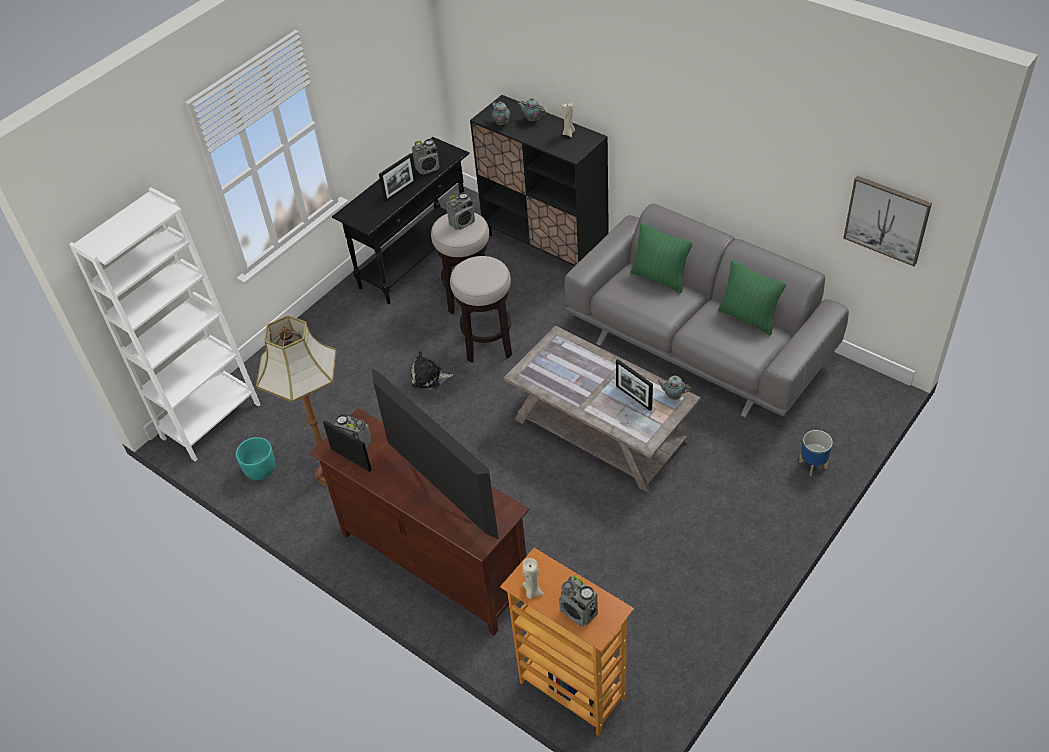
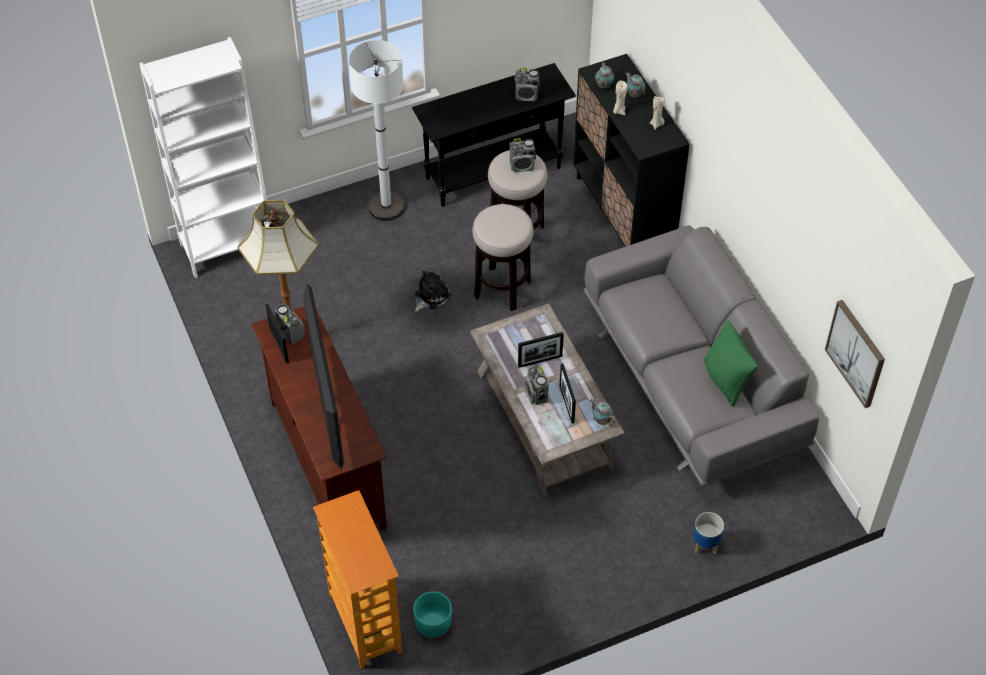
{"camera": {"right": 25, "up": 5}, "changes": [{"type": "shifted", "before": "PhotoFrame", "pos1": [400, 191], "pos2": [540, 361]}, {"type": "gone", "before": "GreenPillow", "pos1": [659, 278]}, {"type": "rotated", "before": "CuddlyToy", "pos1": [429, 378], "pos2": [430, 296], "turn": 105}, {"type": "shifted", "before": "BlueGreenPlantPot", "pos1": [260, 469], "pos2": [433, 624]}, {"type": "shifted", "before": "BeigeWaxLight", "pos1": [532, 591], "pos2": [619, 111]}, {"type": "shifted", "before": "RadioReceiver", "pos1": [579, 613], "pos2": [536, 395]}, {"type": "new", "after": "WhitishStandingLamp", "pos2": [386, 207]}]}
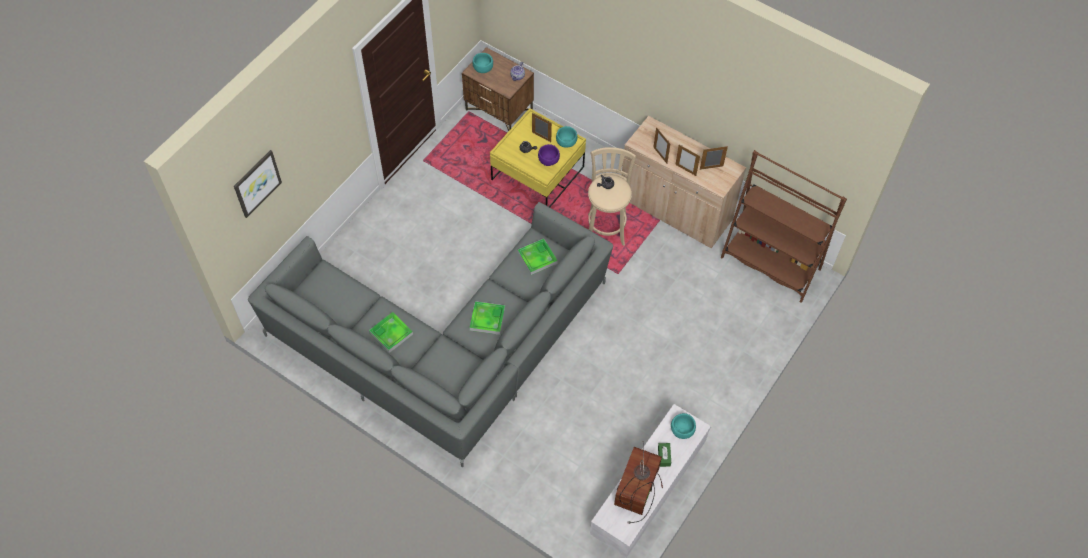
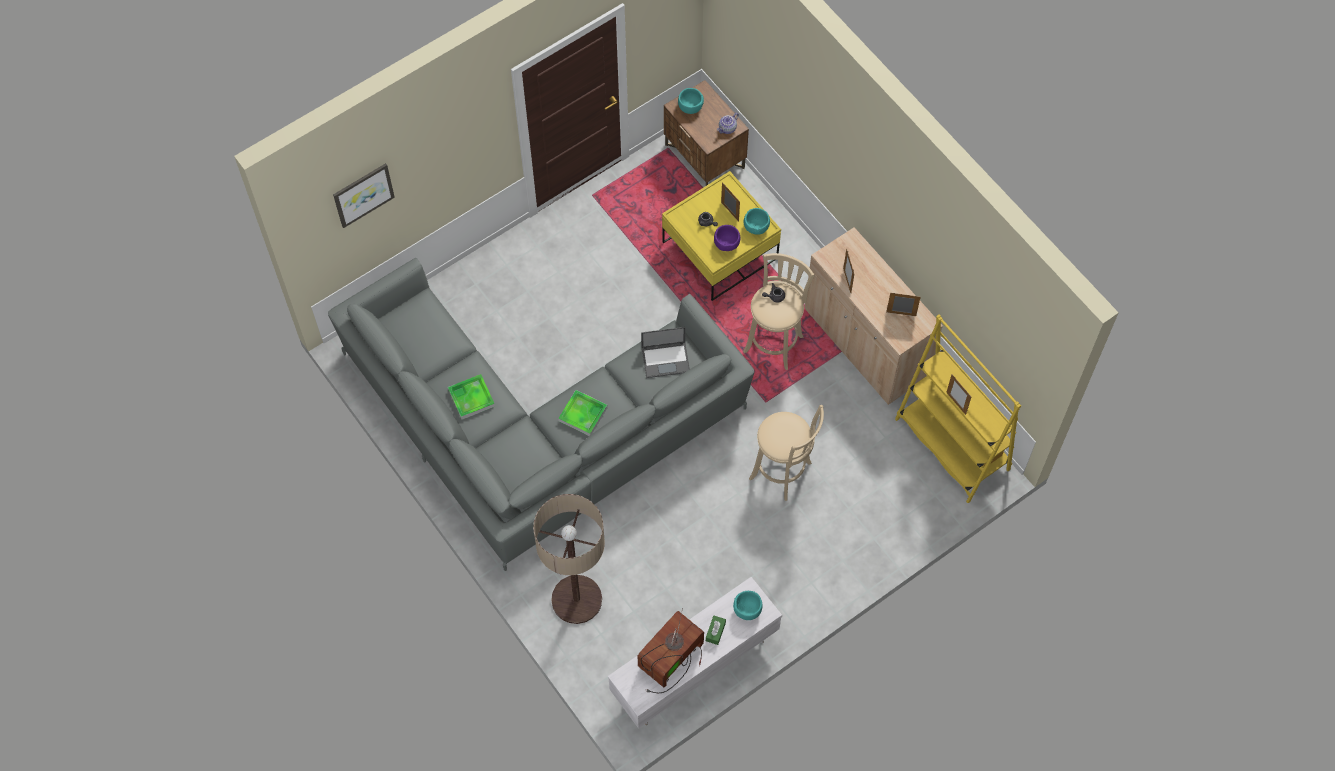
{"camera": {"right": 20, "up": 5}, "changes": [{"type": "shifted", "before": "PhotoFrame", "pos1": [685, 170], "pos2": [956, 403]}, {"type": "repainted", "before": "BrownColouredBookcase", "after": "YellowColouredBookcase", "pos1": [770, 263], "pos2": [952, 444]}, {"type": "swapped", "before": "ServingTray", "after": "NotebookComputer", "pos1": [537, 258], "pos2": [666, 359]}, {"type": "new", "after": "BeigeSittingStool", "pos2": [783, 473]}, {"type": "new", "after": "StandingLamp", "pos2": [577, 599]}]}
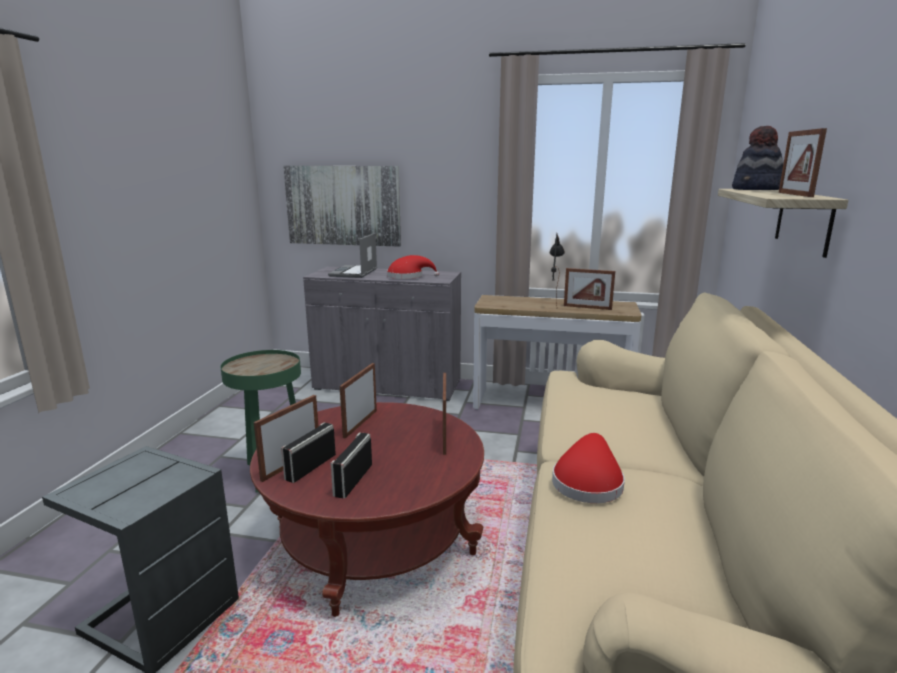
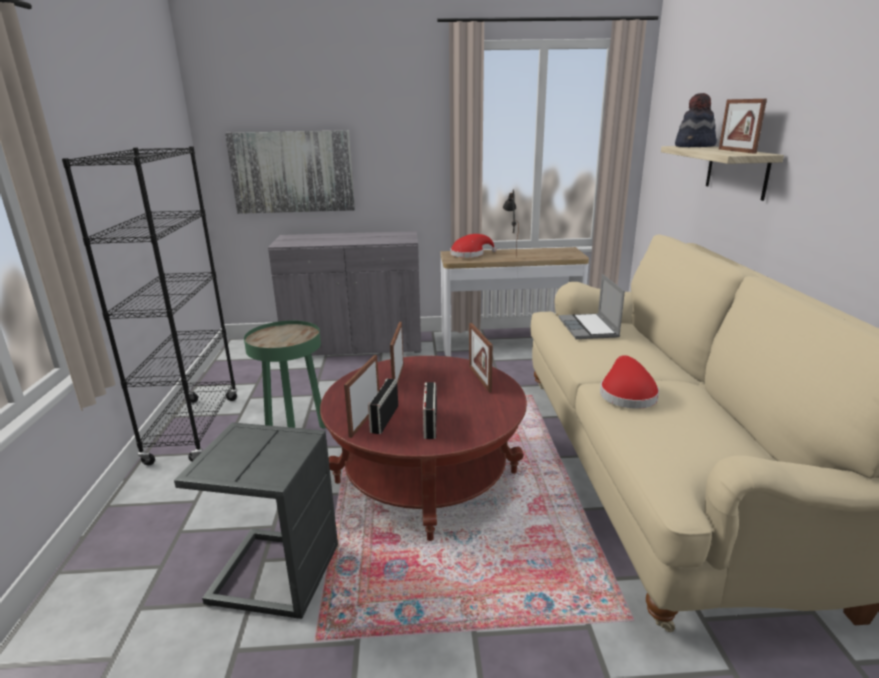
{"camera": {"right": -15, "up": 5}, "changes": [{"type": "shifted", "before": "NotebookComputer", "pos1": [354, 273], "pos2": [589, 328]}, {"type": "shifted", "before": "ReddishWearableHat", "pos1": [408, 277], "pos2": [470, 254]}, {"type": "gone", "before": "PhotoFrame", "pos1": [587, 307]}, {"type": "new", "after": "BlackBookcase", "pos2": [194, 429]}]}
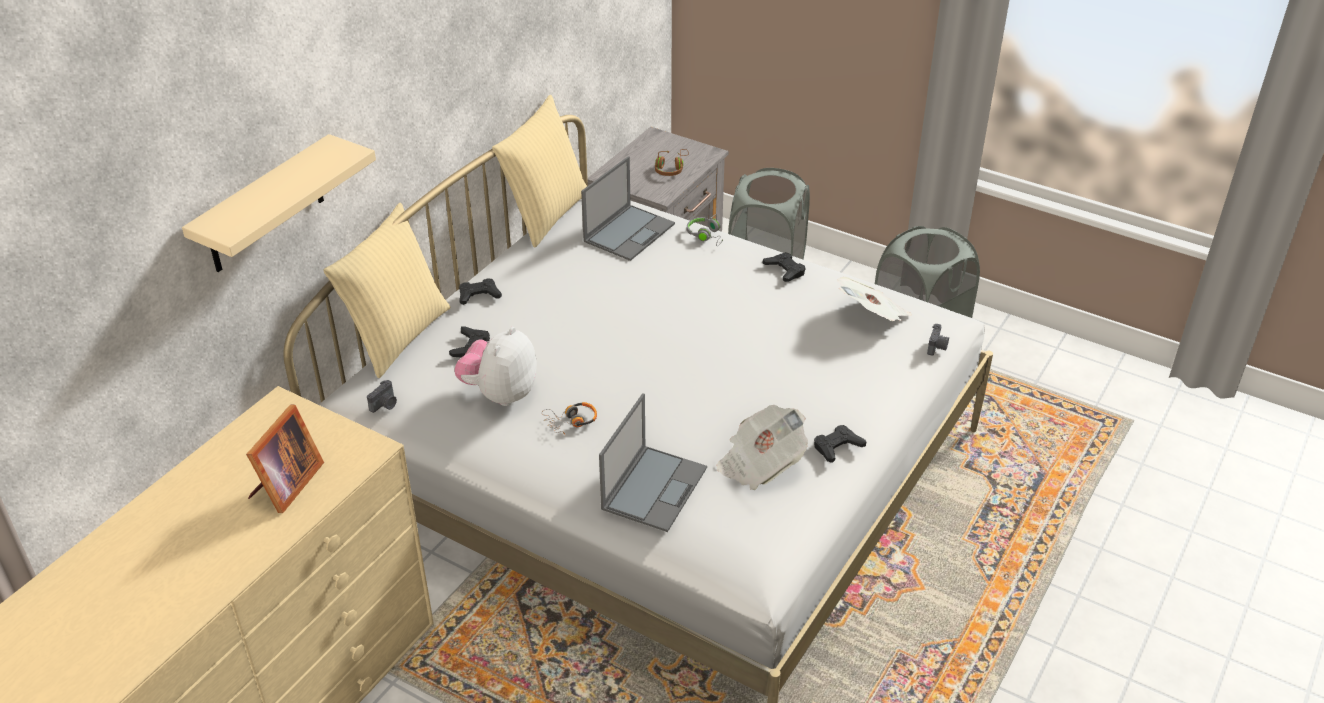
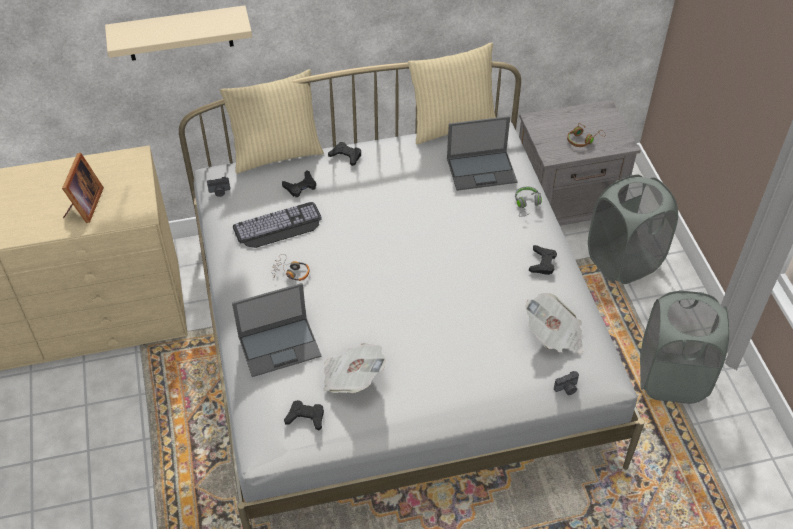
{"camera": {"right": 45, "up": 10}, "changes": [{"type": "swapped", "before": "CuddlyToy", "after": "PcKeyboard", "pos1": [500, 394], "pos2": [278, 227]}, {"type": "rotated", "before": "PhotoFrame", "pos1": [285, 486], "pos2": [84, 206], "turn": -60}, {"type": "shifted", "before": "BlackGamepad", "pos1": [837, 447], "pos2": [305, 417]}]}
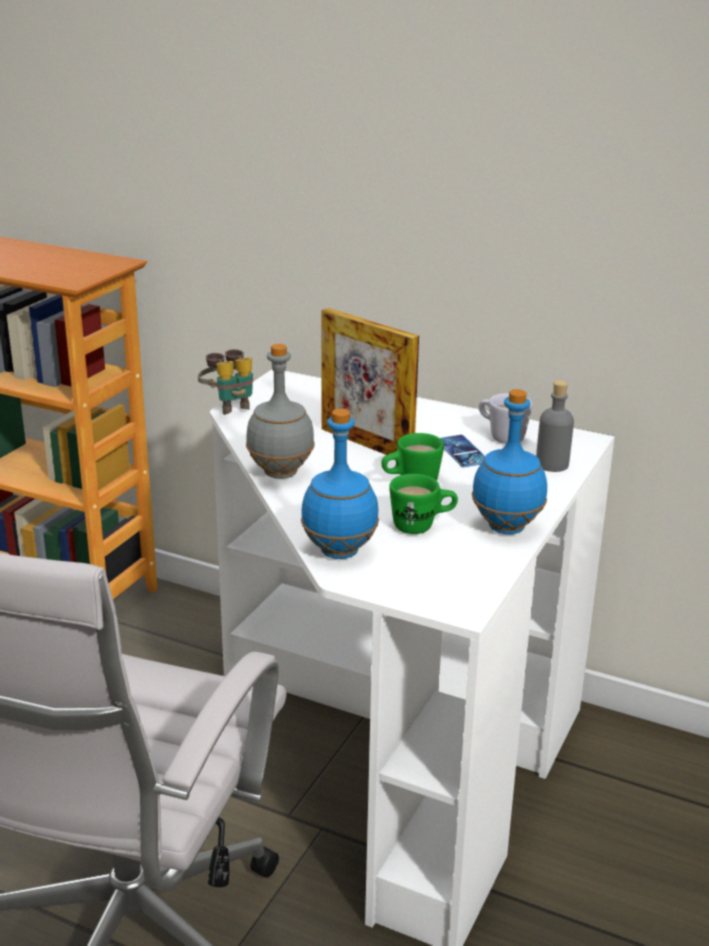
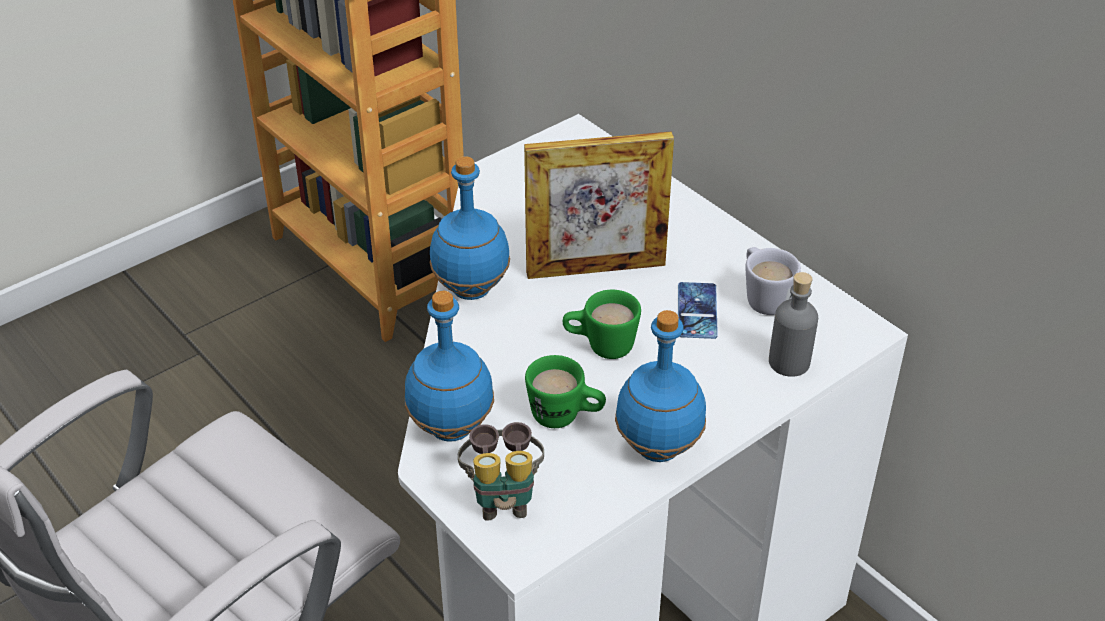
{"camera": {"right": 25, "up": 15}, "changes": [{"type": "rotated", "before": "PhotoFrame", "pos1": [366, 444], "pos2": [595, 268], "turn": -75}, {"type": "repainted", "before": "GreyishDrinkBottle", "after": "BluishDrinkBottle", "pos1": [281, 472], "pos2": [472, 289]}, {"type": "shifted", "before": "PairOfBinoculars", "pos1": [229, 406], "pos2": [503, 497]}]}
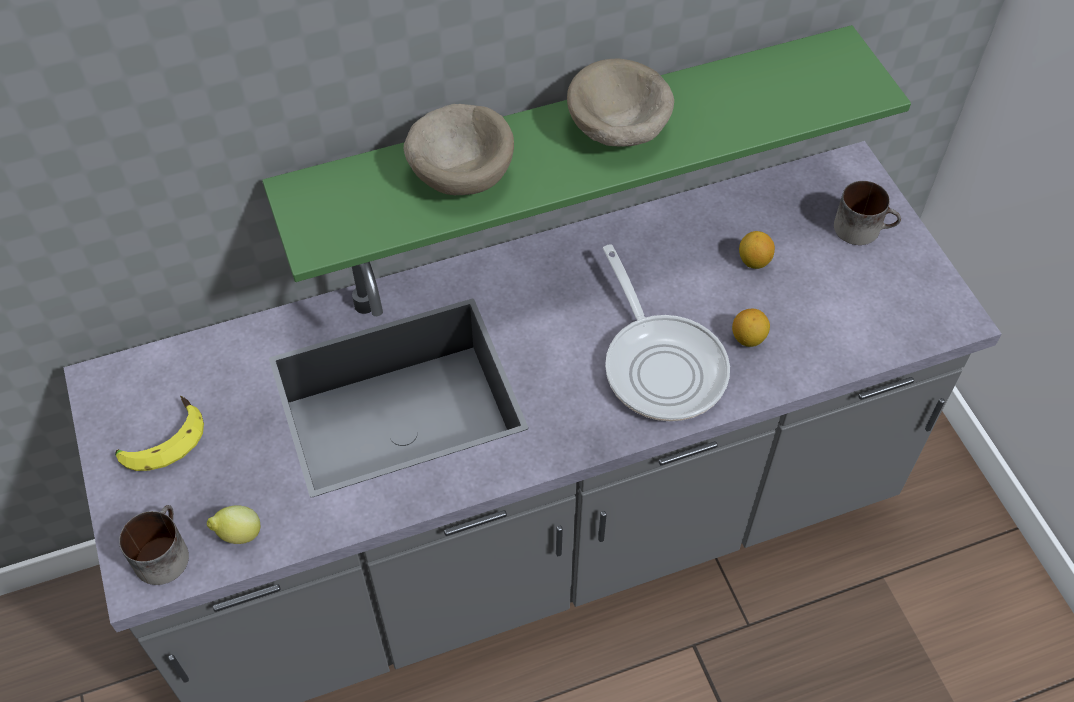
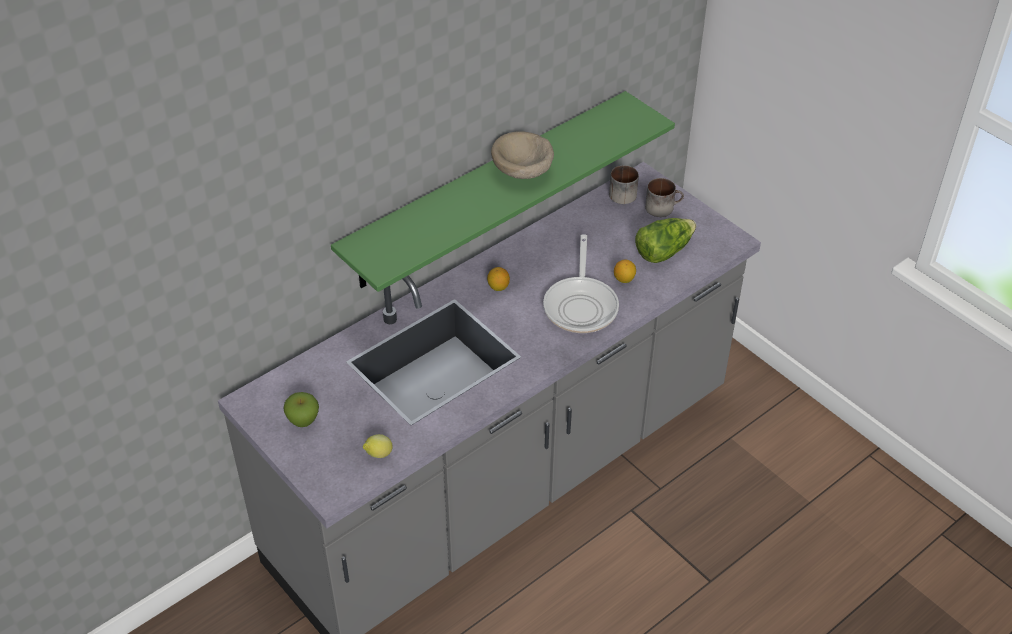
{"camera": {"right": -20, "up": -10}, "changes": [{"type": "gone", "before": "BeigeBowl", "pos1": [462, 173]}, {"type": "shifted", "before": "CitrusFruit", "pos1": [753, 261], "pos2": [498, 287]}, {"type": "rotated", "before": "Skillet", "pos1": [661, 364], "pos2": [581, 305], "turn": 45}, {"type": "swapped", "before": "Banana", "after": "AppleFruit", "pos1": [162, 439], "pos2": [303, 421]}, {"type": "shifted", "before": "CoffeeMug", "pos1": [162, 552], "pos2": [620, 193]}, {"type": "new", "after": "HeadOfLettuce", "pos2": [663, 251]}]}
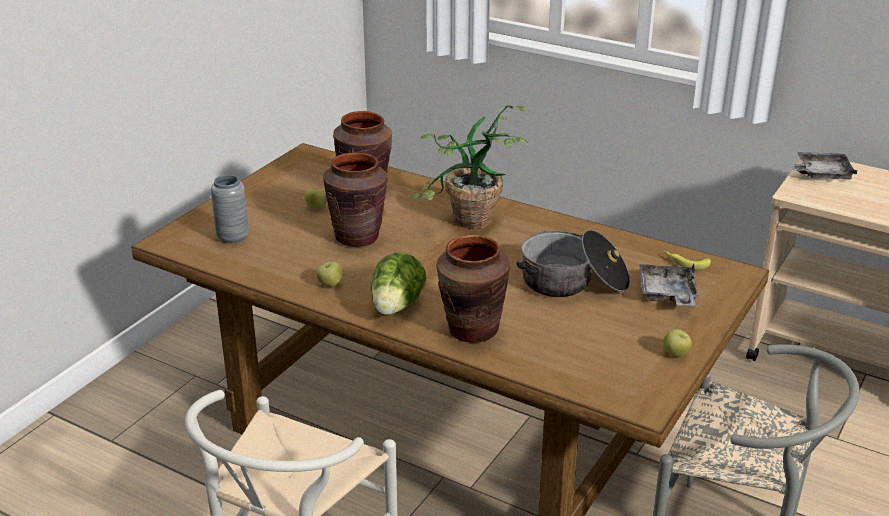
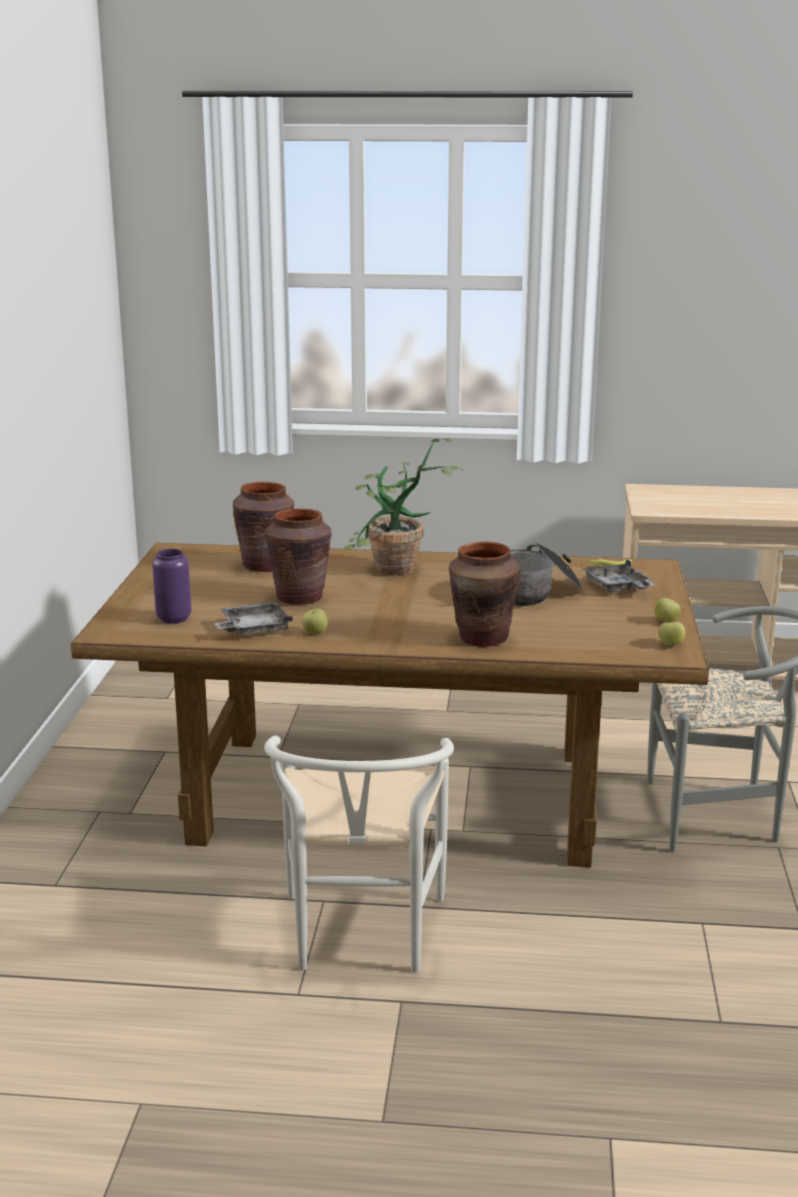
{"camera": {"right": -25, "up": -10}, "changes": [{"type": "shifted", "before": "GreyishServingTray", "pos1": [821, 174], "pos2": [253, 629]}, {"type": "repainted", "before": "GreyishFlowerVase", "after": "PurpleColouredFlowerVase", "pos1": [233, 237], "pos2": [174, 618]}, {"type": "shifted", "before": "AppleFruit", "pos1": [317, 207], "pos2": [670, 645]}, {"type": "gone", "before": "HeadOfLettuce", "pos1": [396, 307]}]}
